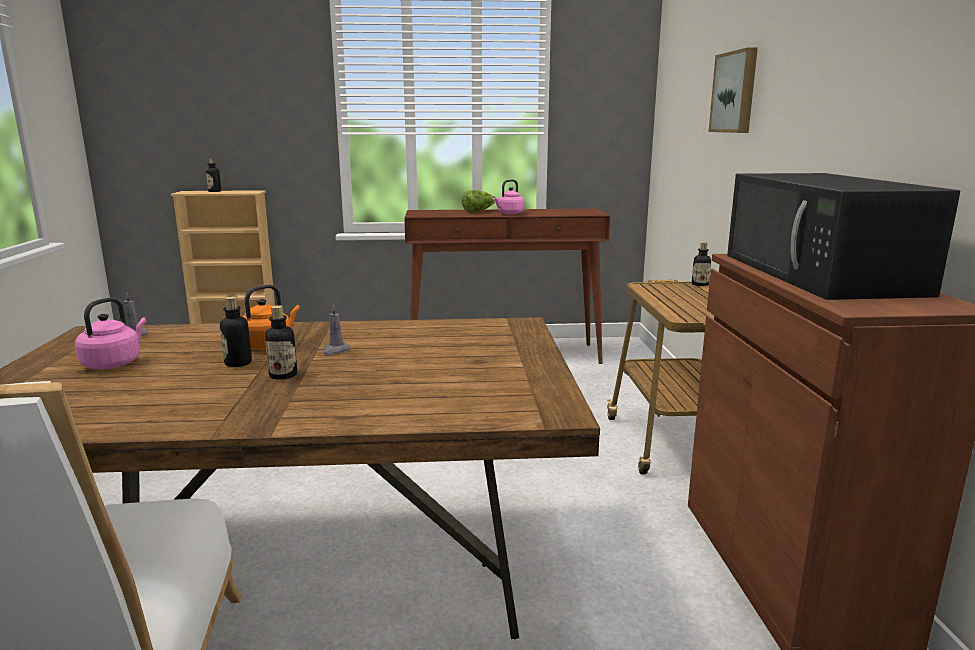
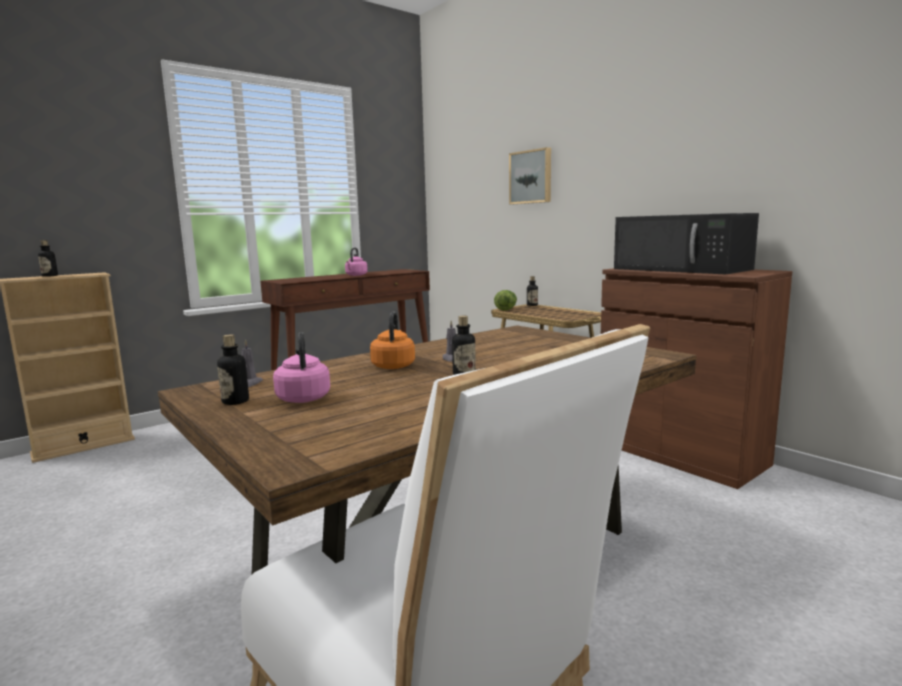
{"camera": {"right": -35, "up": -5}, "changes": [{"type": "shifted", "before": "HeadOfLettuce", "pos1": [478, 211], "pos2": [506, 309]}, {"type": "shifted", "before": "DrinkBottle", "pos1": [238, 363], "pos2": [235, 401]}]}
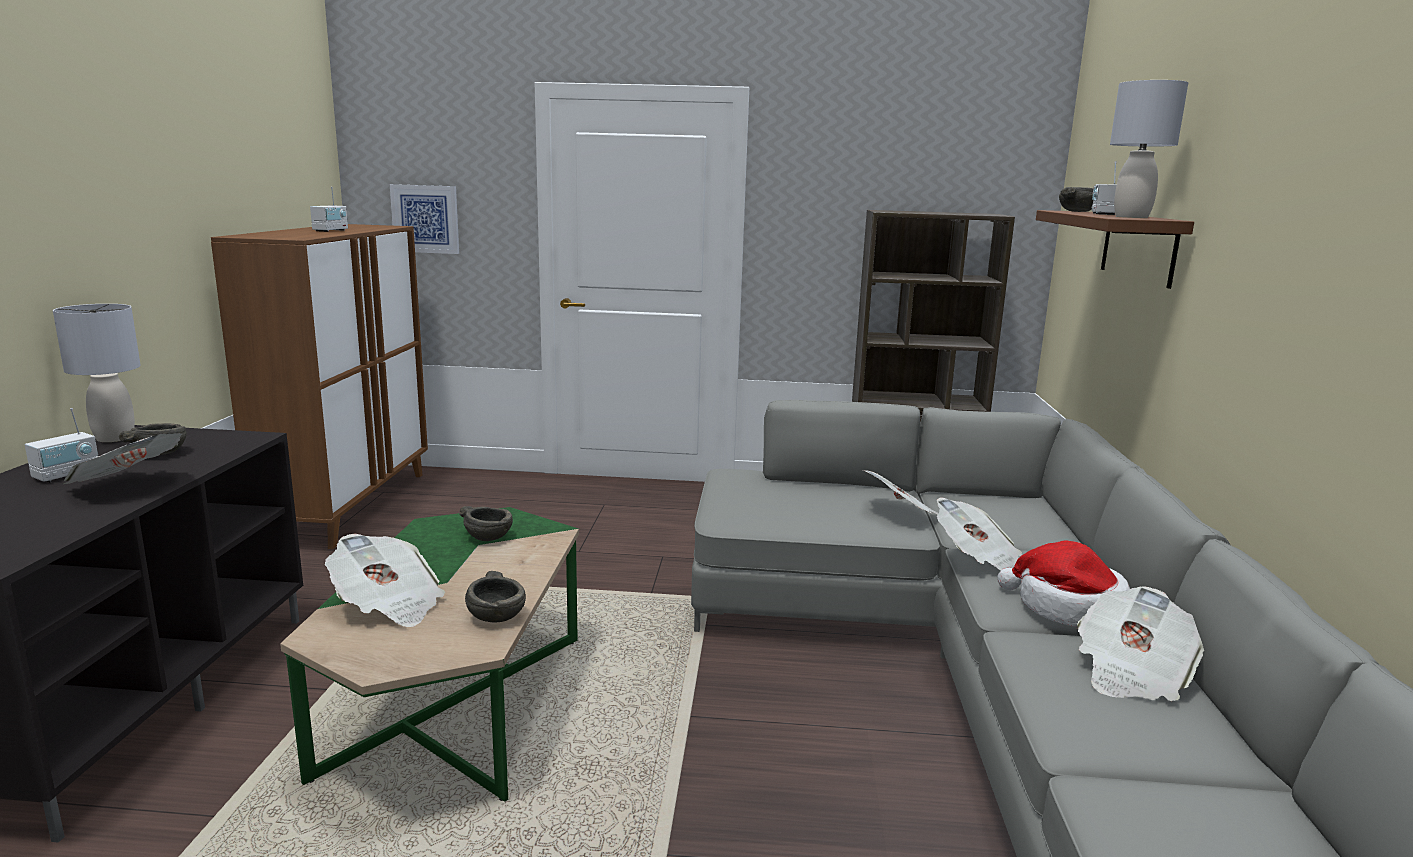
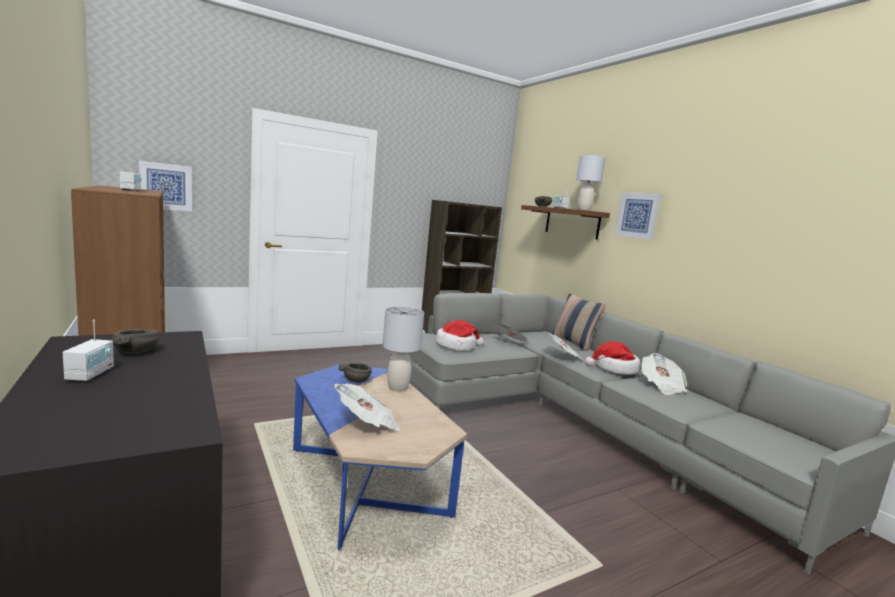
{"camera": {"right": -35, "up": -5}, "changes": [{"type": "shifted", "before": "GreyishLampForATable", "pos1": [115, 438], "pos2": [398, 387]}, {"type": "gone", "before": "PrintedPaper", "pos1": [128, 486]}, {"type": "repainted", "before": "GreenCoffeeTable", "after": "BluishCoffeeTable", "pos1": [460, 704], "pos2": [368, 482]}, {"type": "gone", "before": "GreyishBowl", "pos1": [497, 616]}, {"type": "new", "after": "WallPicture", "pos2": [638, 215]}, {"type": "new", "after": "Pillow", "pos2": [573, 342]}, {"type": "new", "after": "WearableHat", "pos2": [456, 345]}]}
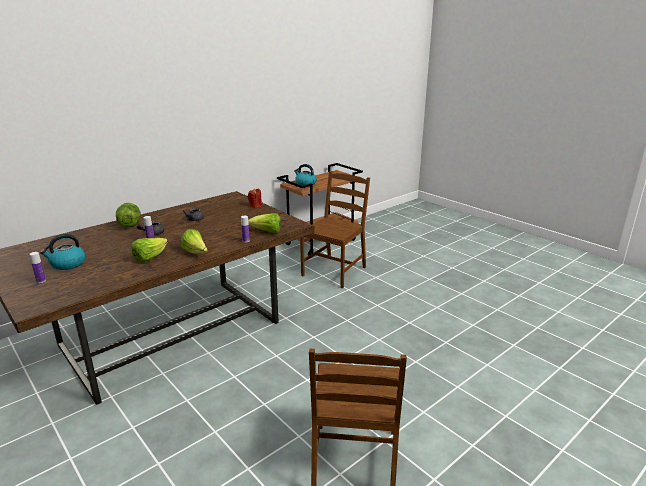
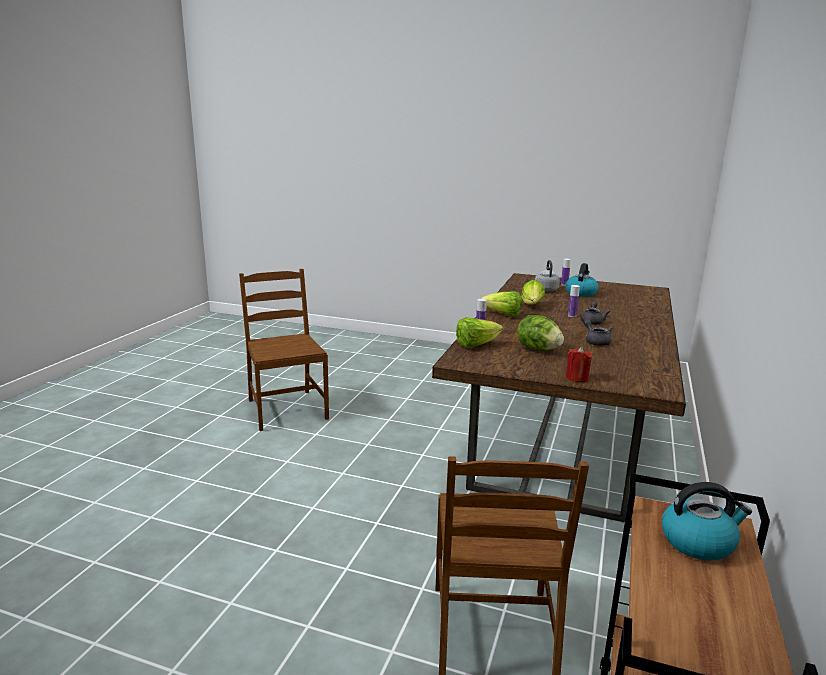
{"camera": {"right": 150, "up": -5}, "changes": [{"type": "shifted", "before": "HeadOfLettuce", "pos1": [130, 225], "pos2": [538, 349]}, {"type": "new", "after": "GreyishKettle", "pos2": [546, 289]}]}
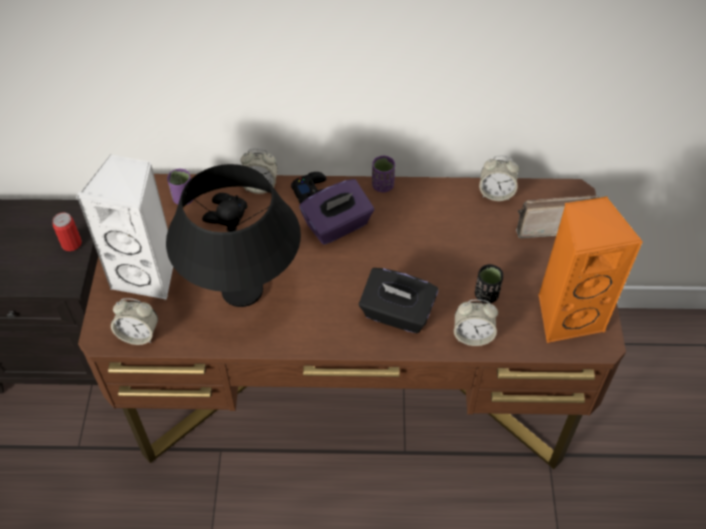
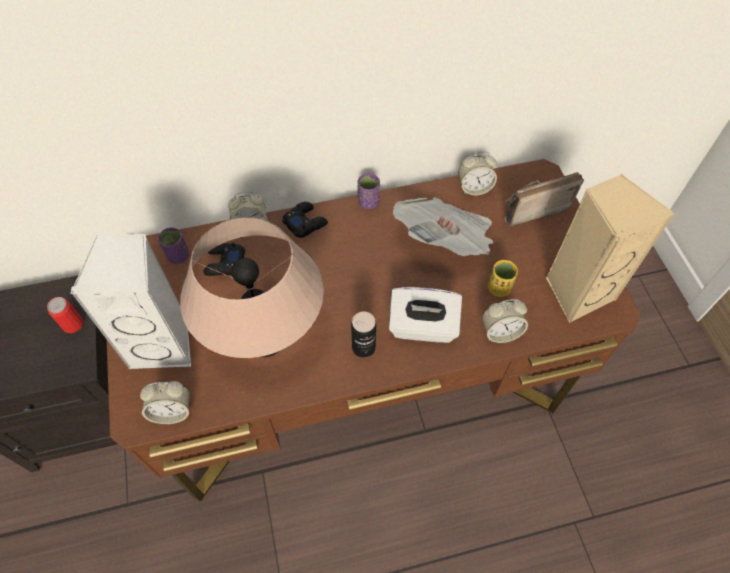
{"camera": {"right": -15, "up": 5}, "changes": [{"type": "repainted", "before": "BlackLampForATable", "after": "BeigeLampForATable", "pos1": [241, 291], "pos2": [265, 339]}, {"type": "gone", "before": "PurpleColouredTissueHolder", "pos1": [337, 226]}, {"type": "repainted", "before": "OrangeyAudioSpeaker", "after": "BeigeAudioSpeaker", "pos1": [567, 315], "pos2": [577, 291]}, {"type": "repainted", "before": "BlackSmallCup", "after": "YellowColouredSmallCup", "pos1": [486, 295], "pos2": [499, 288]}, {"type": "repainted", "before": "BlackTissueHolder", "after": "WhitishTissueHolder", "pos1": [396, 314], "pos2": [422, 327]}, {"type": "new", "after": "PrintedPaper", "pos2": [445, 241]}, {"type": "new", "after": "Can", "pos2": [363, 347]}]}
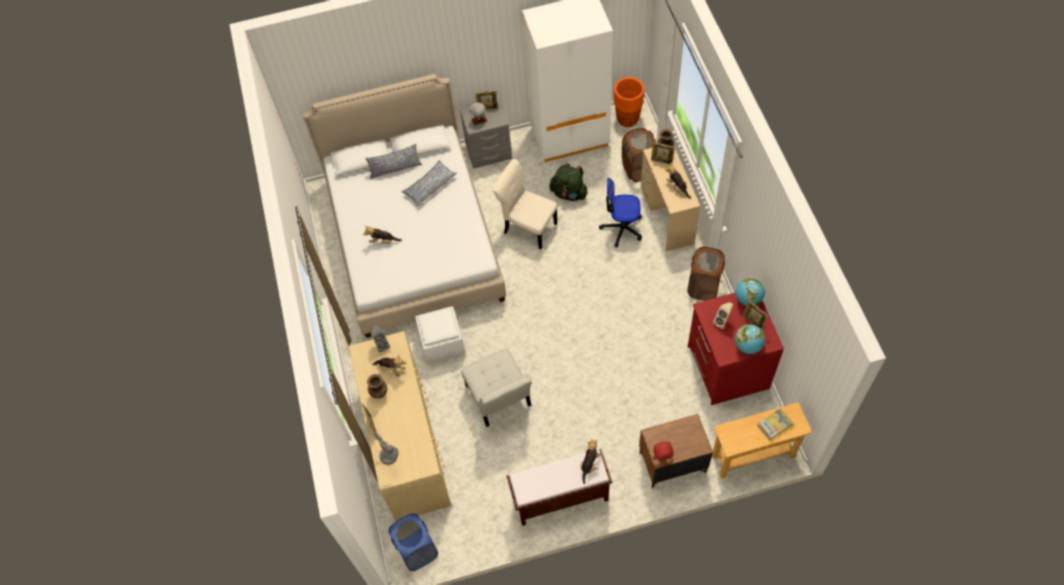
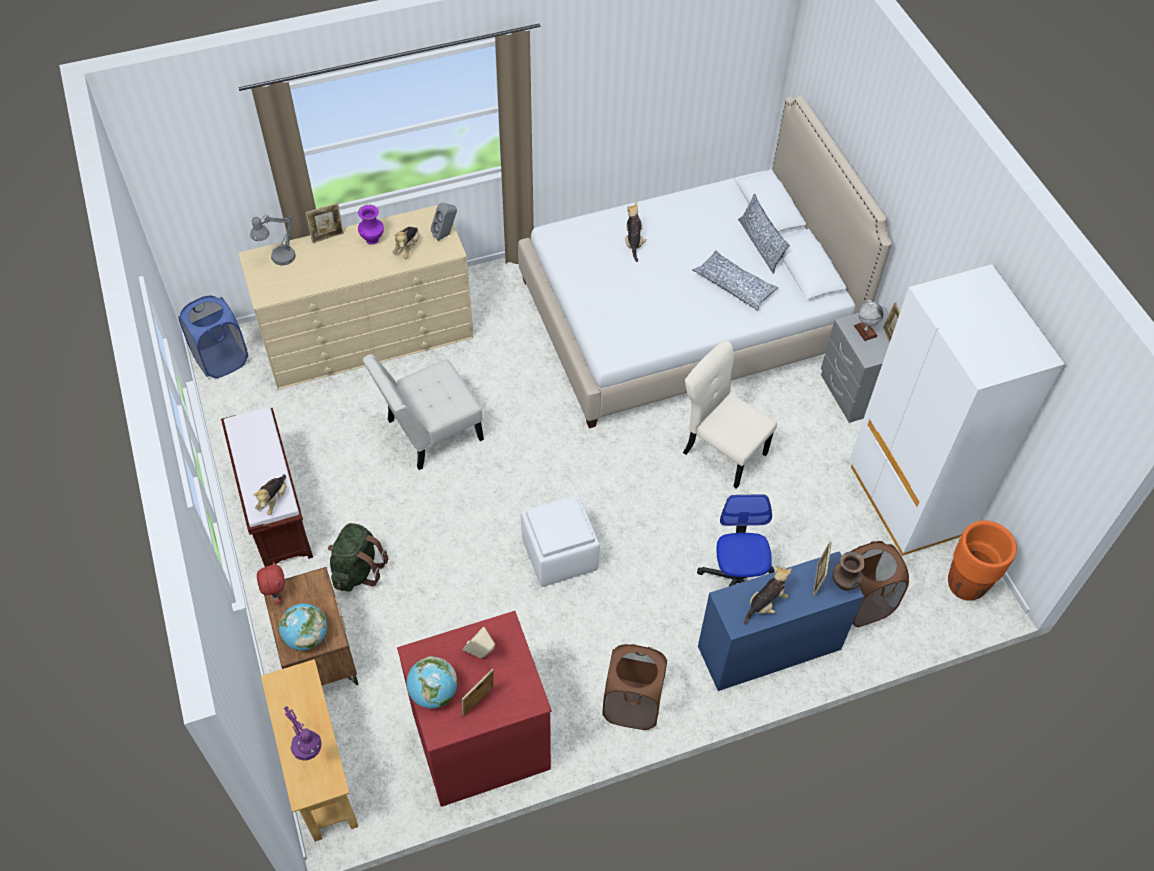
{"camera": {"right": 80, "up": -5}, "changes": [{"type": "repainted", "before": "BeigeDeskTable", "after": "BluishDeskTable", "pos1": [667, 216], "pos2": [769, 648]}, {"type": "rotated", "before": "BeigeUprightChair", "pos1": [528, 227], "pos2": [722, 451], "turn": -75}, {"type": "shifted", "before": "GreenKnapsack", "pos1": [569, 193], "pos2": [357, 569]}, {"type": "shifted", "before": "Globe", "pos1": [748, 299], "pos2": [306, 637]}, {"type": "shifted", "before": "WhitishPouffe", "pos1": [442, 342], "pos2": [560, 555]}, {"type": "repainted", "before": "BrownColouredFlowerVase", "after": "PurpleColouredFlowerVase", "pos1": [379, 393], "pos2": [372, 239]}, {"type": "swapped", "before": "Book", "after": "PurpleColouredLampForATable", "pos1": [775, 424], "pos2": [309, 751]}, {"type": "rotated", "before": "CuddlyToy", "pos1": [589, 464], "pos2": [273, 500], "turn": 90}]}
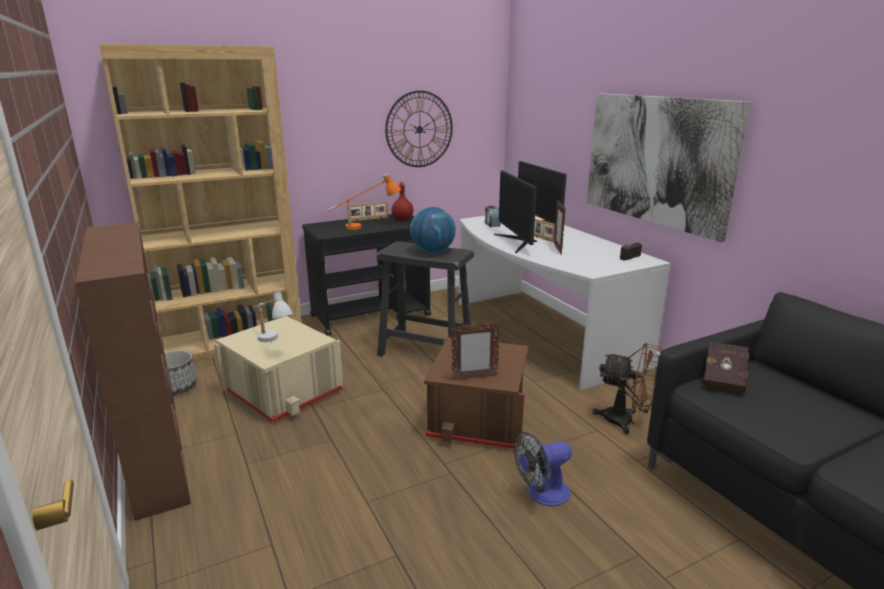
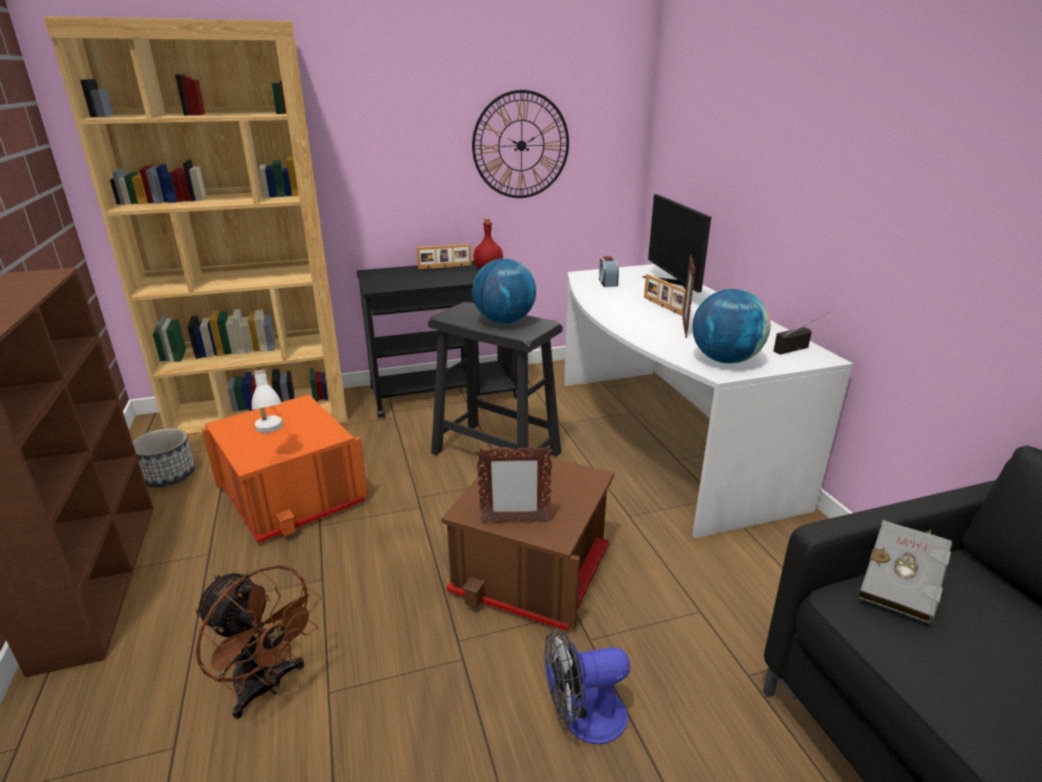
{"camera": {"right": 10, "up": 5}, "changes": [{"type": "gone", "before": "WallPicture", "pos1": [657, 160]}, {"type": "gone", "before": "ComputerDisplay", "pos1": [517, 242]}, {"type": "gone", "before": "OrangeyLampForATable", "pos1": [365, 227]}, {"type": "repainted", "before": "BeigeStorageBox", "after": "OrangeyStorageBox", "pos1": [283, 391], "pos2": [293, 495]}, {"type": "shifted", "before": "BrownColouredElectricFan", "pos1": [626, 421], "pos2": [267, 687]}, {"type": "repainted", "before": "ReddishBook", "after": "GreyishBook", "pos1": [724, 378], "pos2": [900, 587]}, {"type": "new", "after": "Globe", "pos2": [725, 360]}]}
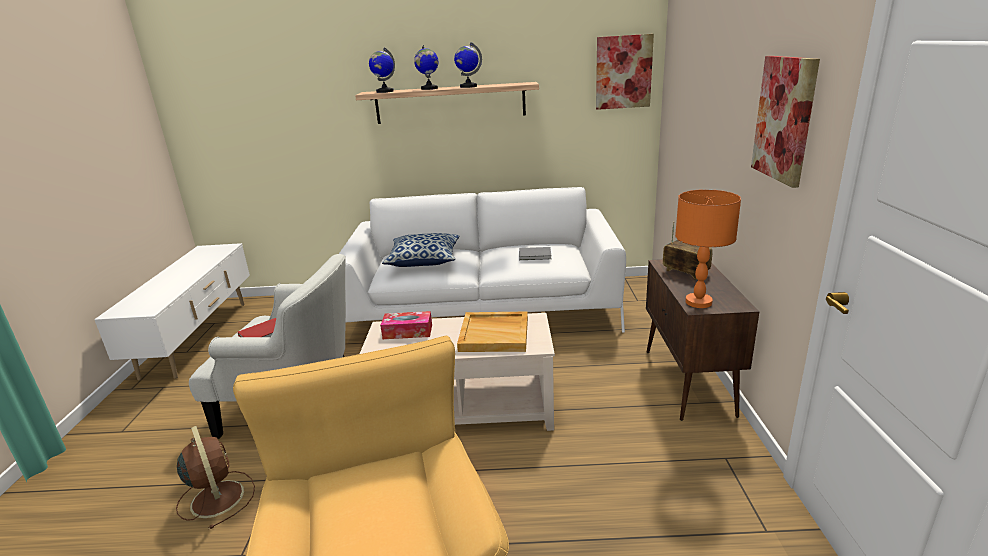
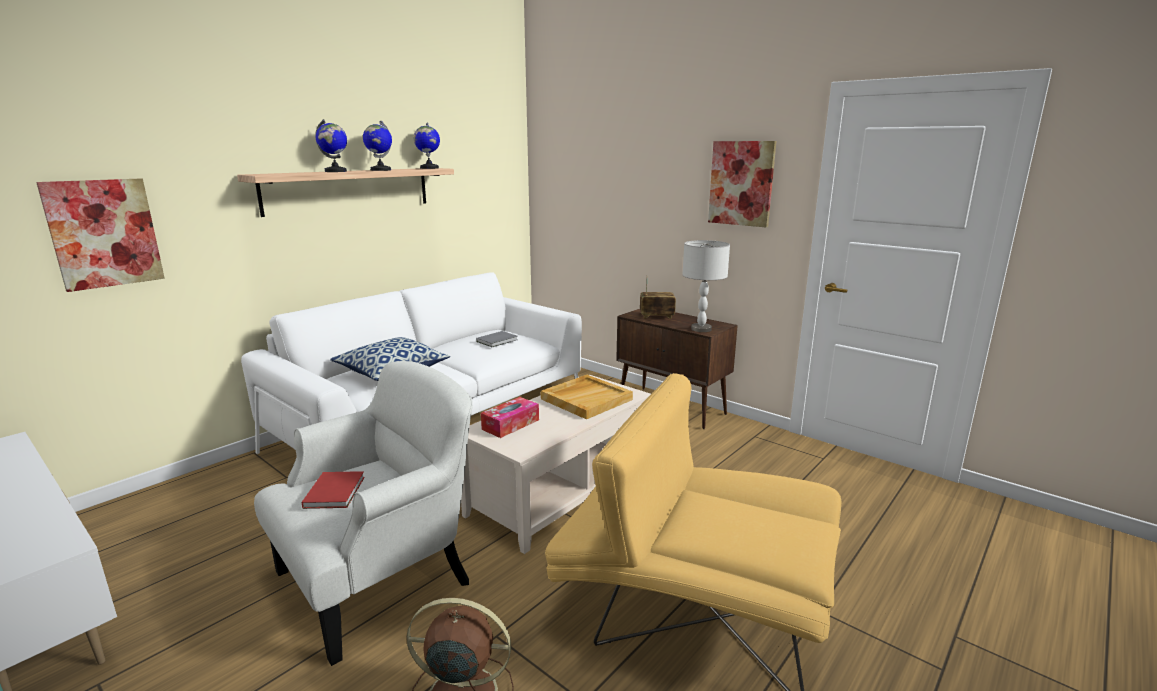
{"camera": {"right": -50, "up": -5}, "changes": [{"type": "shifted", "before": "WallPicture", "pos1": [623, 72], "pos2": [104, 233]}, {"type": "shifted", "before": "Globe", "pos1": [384, 91], "pos2": [429, 168]}, {"type": "repainted", "before": "OrangeyLampForATable", "after": "GreyishLampForATable", "pos1": [698, 302], "pos2": [700, 329]}]}
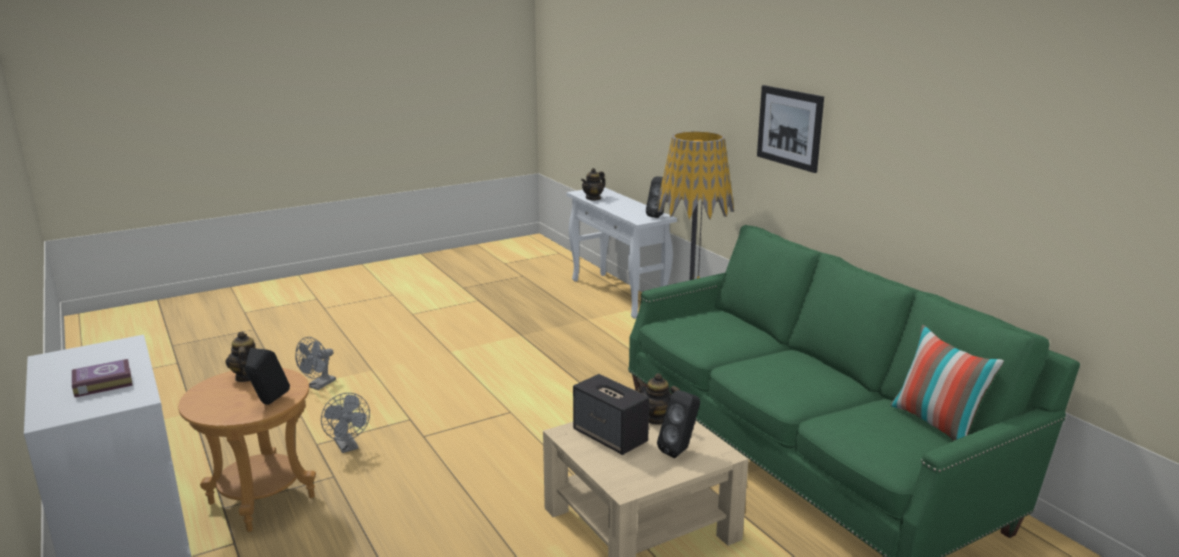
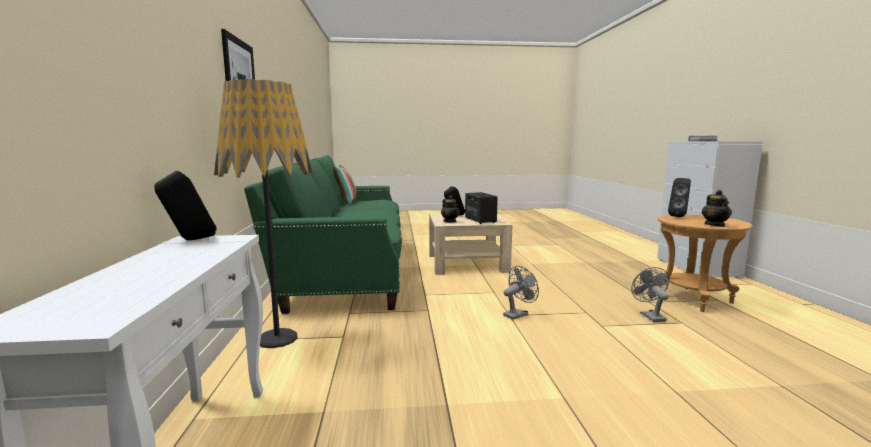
{"camera": {"right": -155, "up": -10}, "changes": [{"type": "gone", "before": "TeaPot", "pos1": [593, 198]}, {"type": "shifted", "before": "GreyishElectricFan", "pos1": [319, 385], "pos2": [518, 314]}]}
